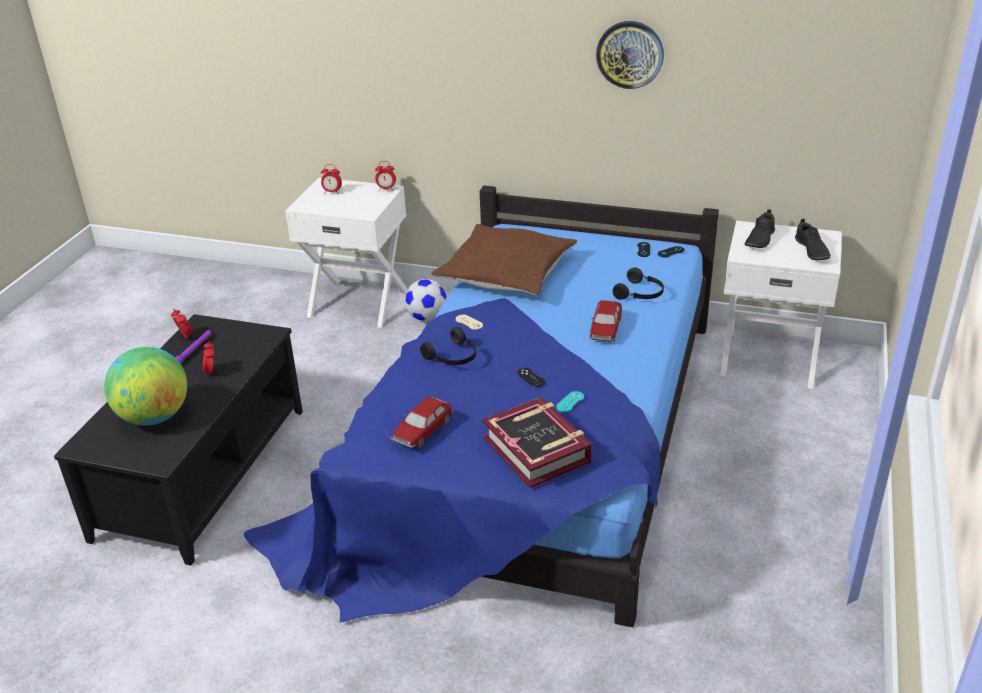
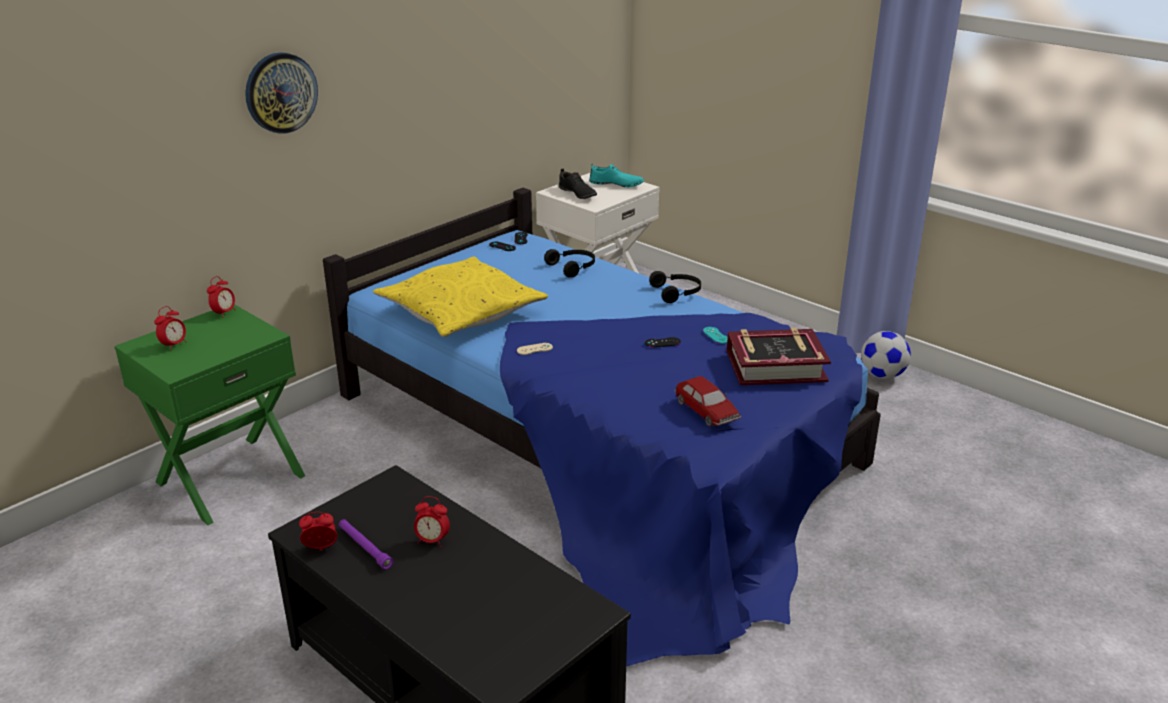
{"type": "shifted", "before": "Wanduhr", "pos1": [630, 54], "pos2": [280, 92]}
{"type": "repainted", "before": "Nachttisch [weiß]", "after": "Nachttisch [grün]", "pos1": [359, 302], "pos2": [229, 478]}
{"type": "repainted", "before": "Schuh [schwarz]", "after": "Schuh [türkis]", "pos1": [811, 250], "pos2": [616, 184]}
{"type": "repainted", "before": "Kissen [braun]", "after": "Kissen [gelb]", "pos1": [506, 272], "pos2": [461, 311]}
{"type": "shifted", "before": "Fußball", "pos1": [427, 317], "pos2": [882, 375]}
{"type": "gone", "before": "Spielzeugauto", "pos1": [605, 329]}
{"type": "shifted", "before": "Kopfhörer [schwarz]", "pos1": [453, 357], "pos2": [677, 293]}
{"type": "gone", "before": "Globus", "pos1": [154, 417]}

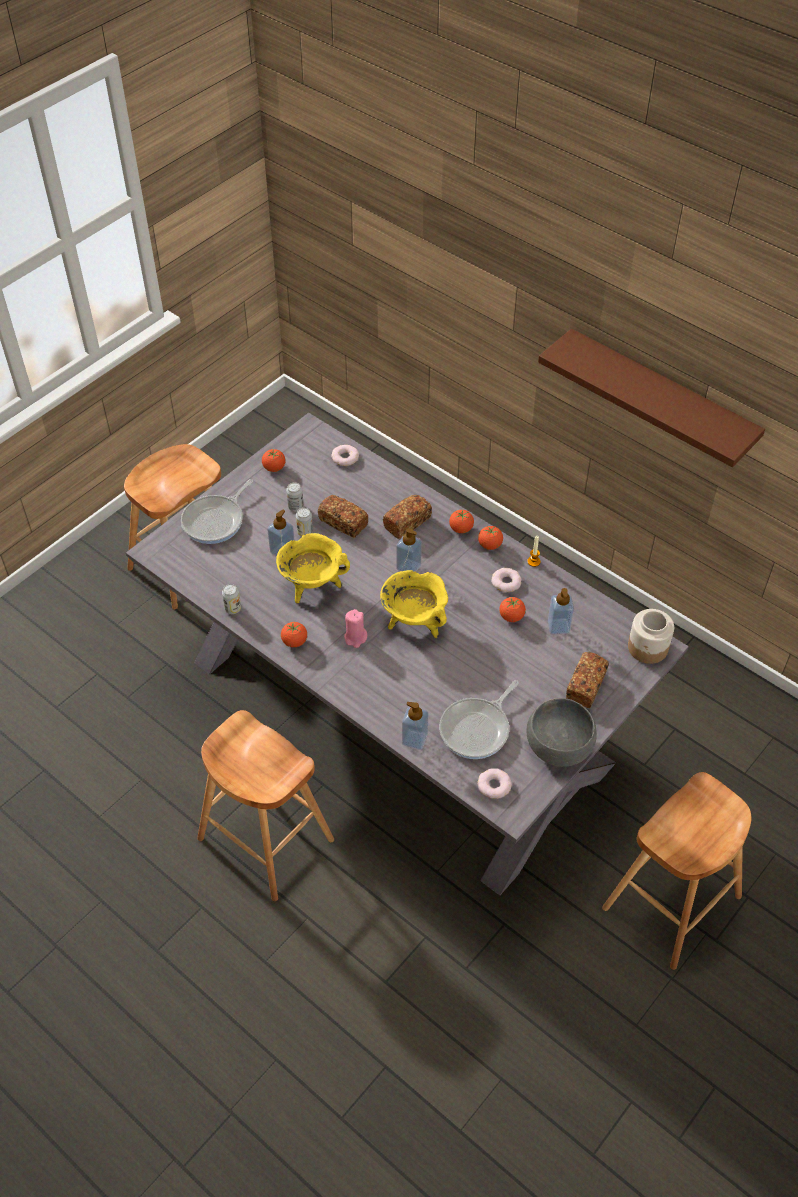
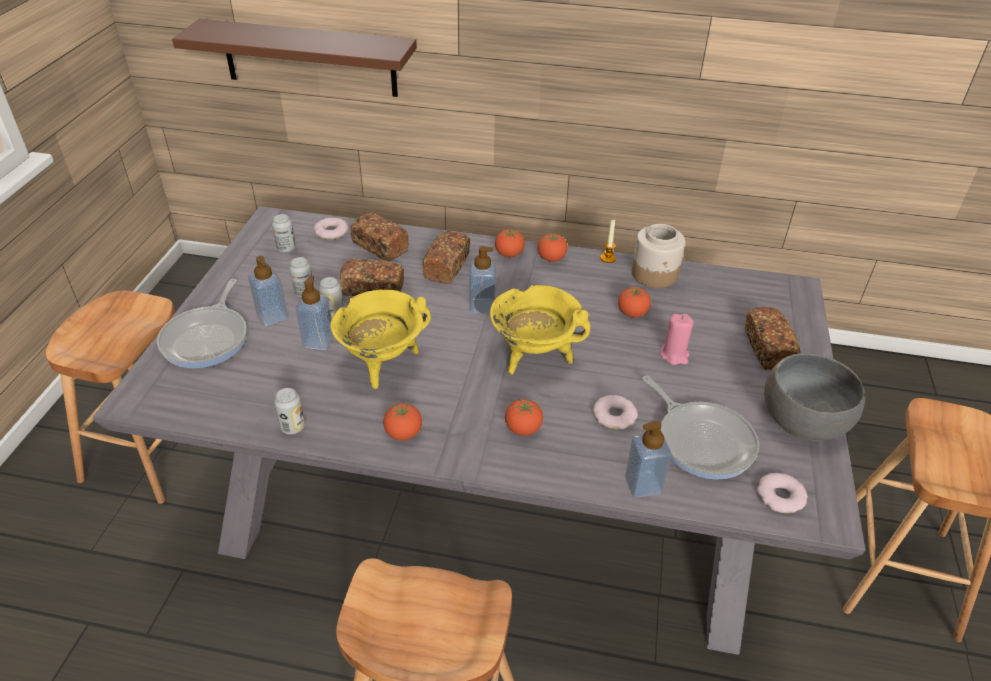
{"type": "shifted", "before": "Wandregal [braun]", "pos1": [660, 399], "pos2": [309, 58]}
{"type": "shifted", "before": "Tomate", "pos1": [274, 468], "pos2": [523, 429]}
{"type": "shifted", "before": "Donut", "pos1": [506, 582], "pos2": [614, 416]}
{"type": "shifted", "before": "Seifenspender", "pos1": [558, 626], "pos2": [272, 317]}
{"type": "shifted", "before": "Kerze [rosa]", "pos1": [355, 638], "pos2": [674, 355]}
{"type": "shifted", "before": "Vorratsglas", "pos1": [648, 648], "pos2": [655, 274]}
{"type": "rotated", "before": "Pfanne", "pos1": [477, 729], "pos2": [702, 440], "turn": -45}
{"type": "new", "after": "Brot", "pos2": [380, 247]}
{"type": "new", "after": "Dose", "pos2": [286, 248]}

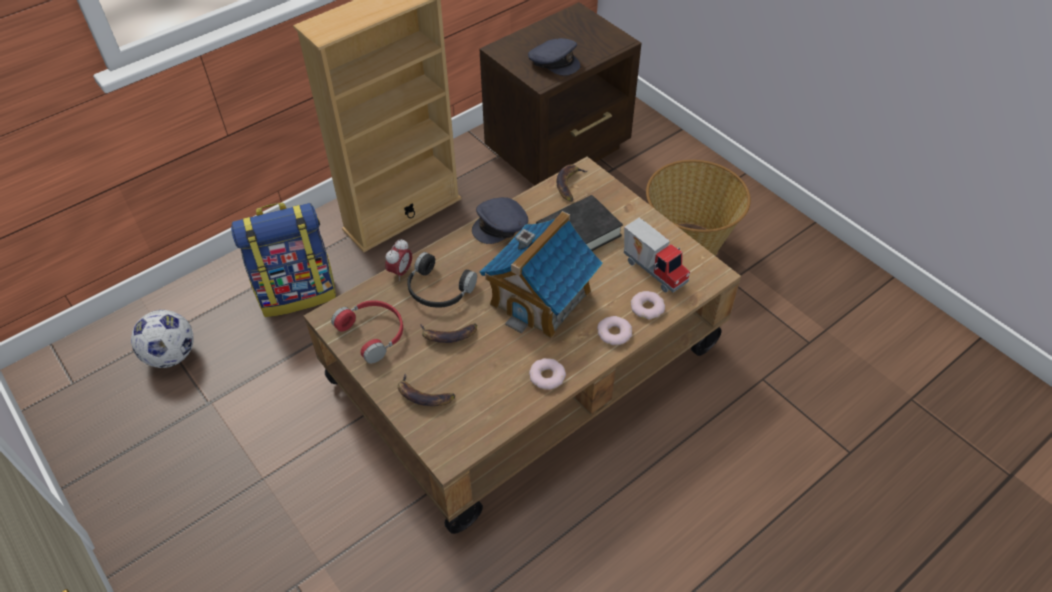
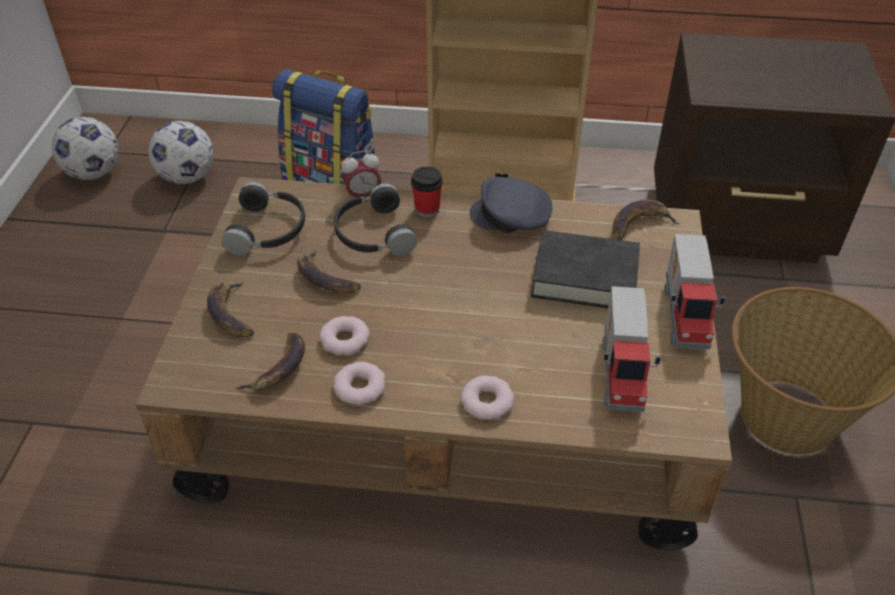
{"type": "gone", "before": "Kappe [grau]", "pos1": [554, 62]}
{"type": "gone", "before": "Spielzeughaus", "pos1": [541, 298]}
{"type": "shifted", "before": "Donut", "pos1": [647, 308], "pos2": [345, 340]}
{"type": "repainted", "before": "Kopfhörer [rot]", "after": "Kopfhörer [schwarz]", "pos1": [374, 333], "pos2": [269, 230]}
{"type": "new", "after": "Fußball", "pos2": [94, 173]}
{"type": "new", "after": "Tasse", "pos2": [427, 209]}
{"type": "new", "after": "Spielzeuglaster", "pos2": [687, 316]}
{"type": "new", "after": "Banane", "pos2": [279, 368]}

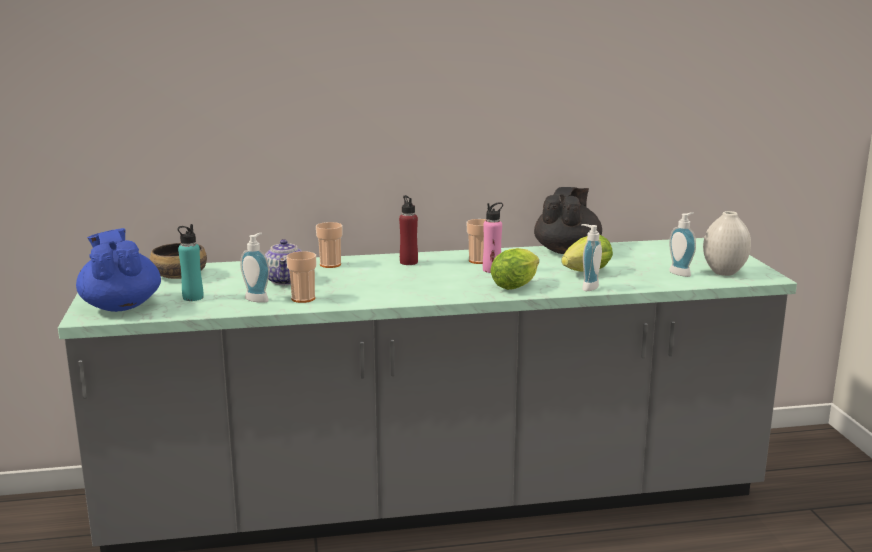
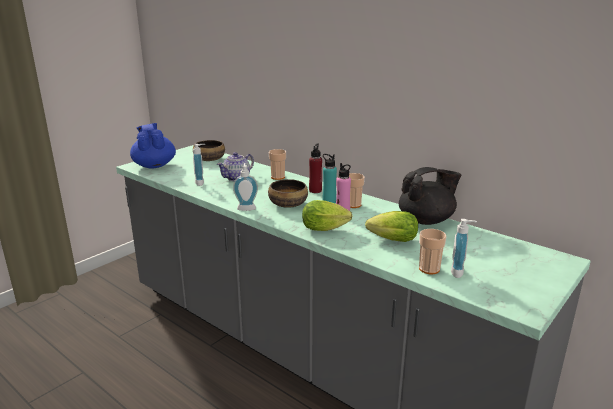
{"type": "gone", "before": "Vase [weiß]", "pos1": [724, 272]}
{"type": "shifted", "before": "Flasche [türkis]", "pos1": [193, 297], "pos2": [329, 202]}
{"type": "shifted", "before": "Seifenspender", "pos1": [587, 287], "pos2": [246, 208]}
{"type": "rotated", "before": "Teekanne [blau]", "pos1": [121, 306], "pos2": [154, 165], "turn": -45}
{"type": "shifted", "before": "Tasse", "pos1": [303, 298], "pos2": [429, 269]}
{"type": "new", "after": "Schüssel", "pos2": [288, 204]}

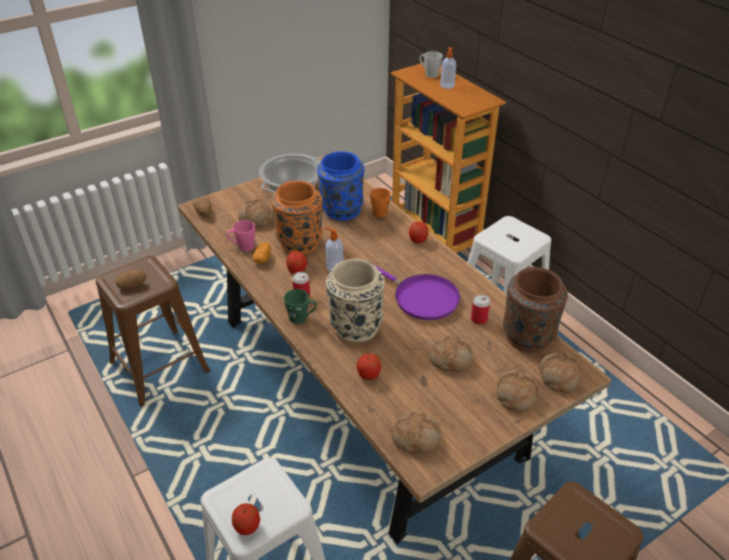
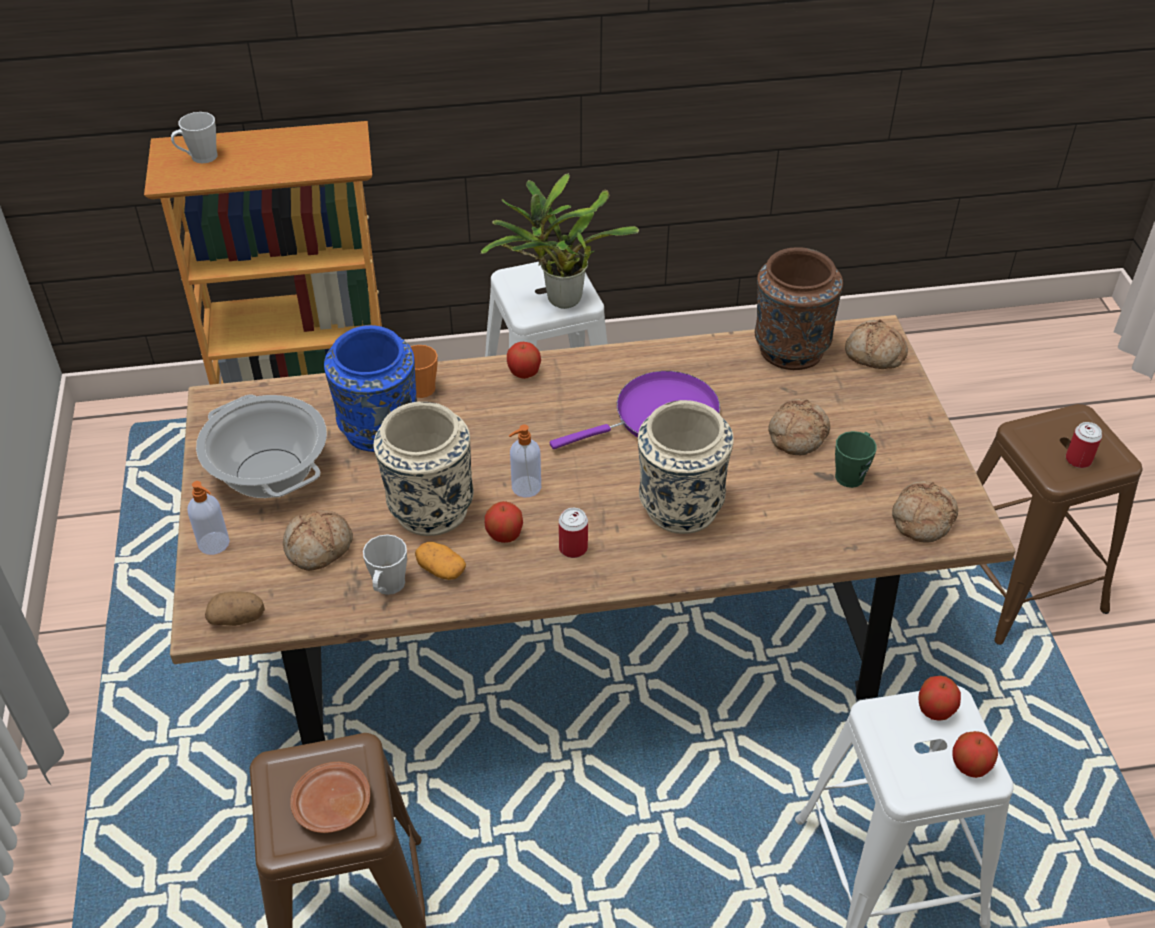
{"type": "shifted", "before": "Seifenspender", "pos1": [447, 86], "pos2": [215, 544]}
{"type": "repainted", "before": "Vase [orange]", "after": "Vase [beige]", "pos1": [299, 242], "pos2": [429, 509]}
{"type": "repainted", "before": "Henkelbecher [rosa]", "after": "Henkelbecher [grau]", "pos1": [243, 247], "pos2": [387, 587]}
{"type": "swapped", "before": "Kartoffel", "after": "Teller [braun]", "pos1": [132, 285], "pos2": [332, 806]}
{"type": "shifted", "before": "Henkelbecher [grün]", "pos1": [301, 318], "pos2": [852, 473]}
{"type": "shifted", "before": "Dose", "pos1": [479, 319], "pos2": [1078, 460]}
{"type": "shifted", "before": "Apfel", "pos1": [368, 375], "pos2": [935, 710]}
{"type": "gone", "before": "Brot", "pos1": [515, 395]}
{"type": "new", "after": "Topfpflanze", "pos2": [558, 299]}

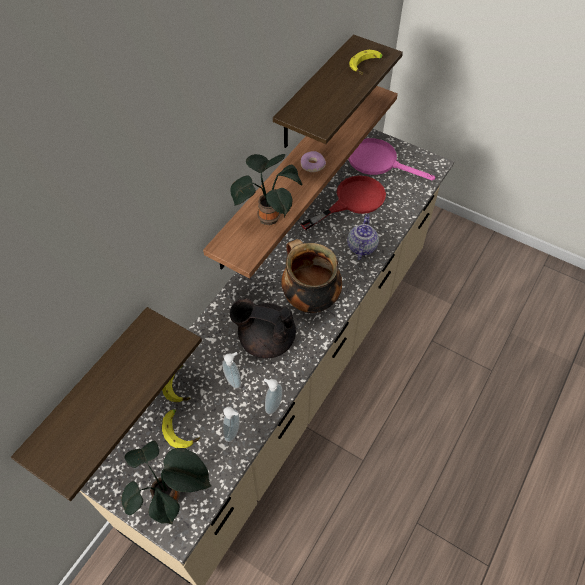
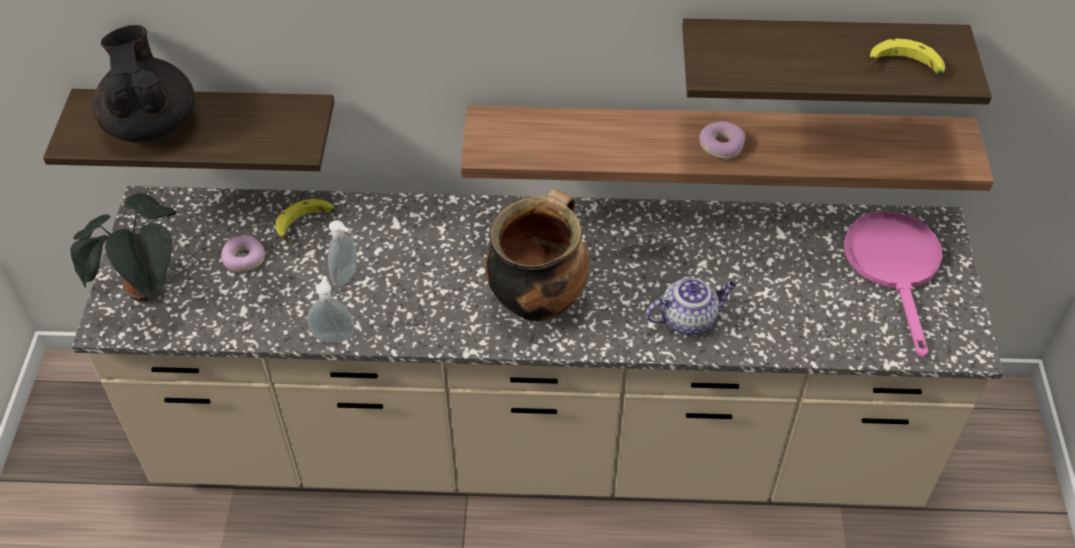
{"type": "gone", "before": "Topfpflanze", "pos1": [269, 216]}
{"type": "gone", "before": "Pfanne [rot]", "pos1": [352, 201]}
{"type": "shifted", "before": "Teekanne [schwarz]", "pos1": [266, 340], "pos2": [151, 123]}
{"type": "gone", "before": "Seifenspender", "pos1": [234, 432]}
{"type": "swapped", "before": "Banane", "after": "Donut", "pos1": [181, 430], "pos2": [243, 259]}

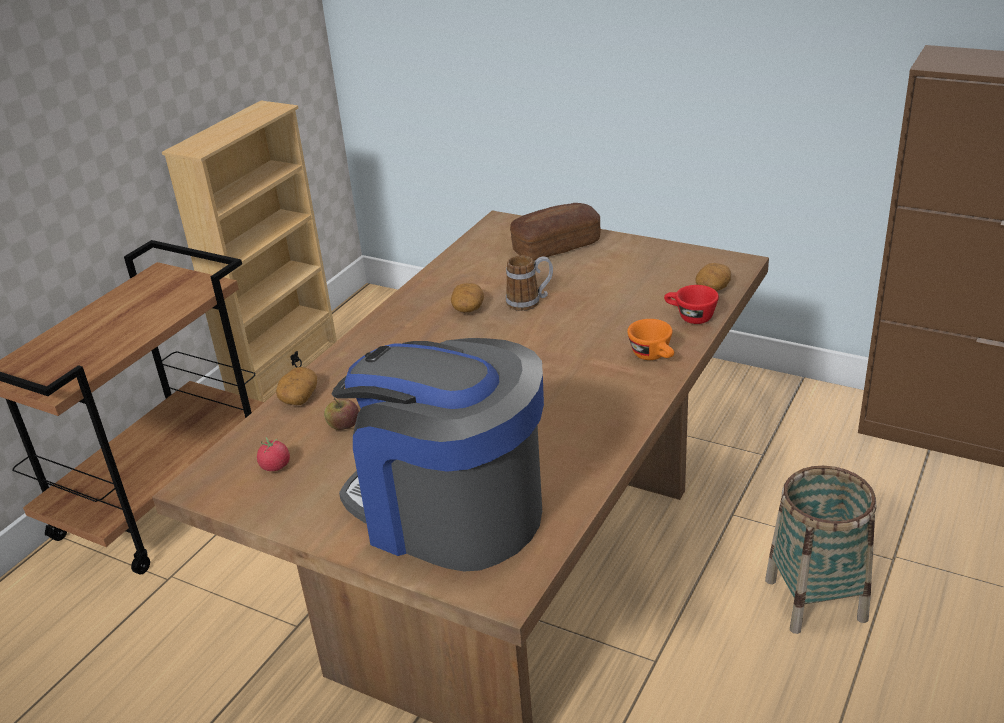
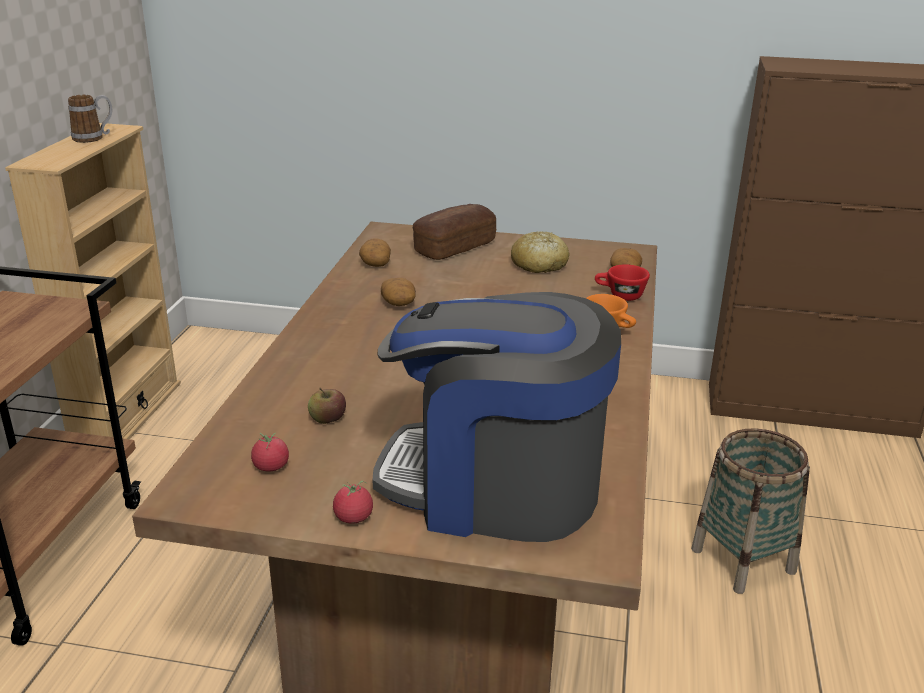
{"type": "shifted", "before": "Henkelbecher", "pos1": [530, 301], "pos2": [94, 138]}
{"type": "shifted", "before": "Kartoffel", "pos1": [299, 397], "pos2": [375, 263]}
{"type": "new", "after": "Brot", "pos2": [539, 265]}
{"type": "new", "after": "Tomate", "pos2": [353, 517]}

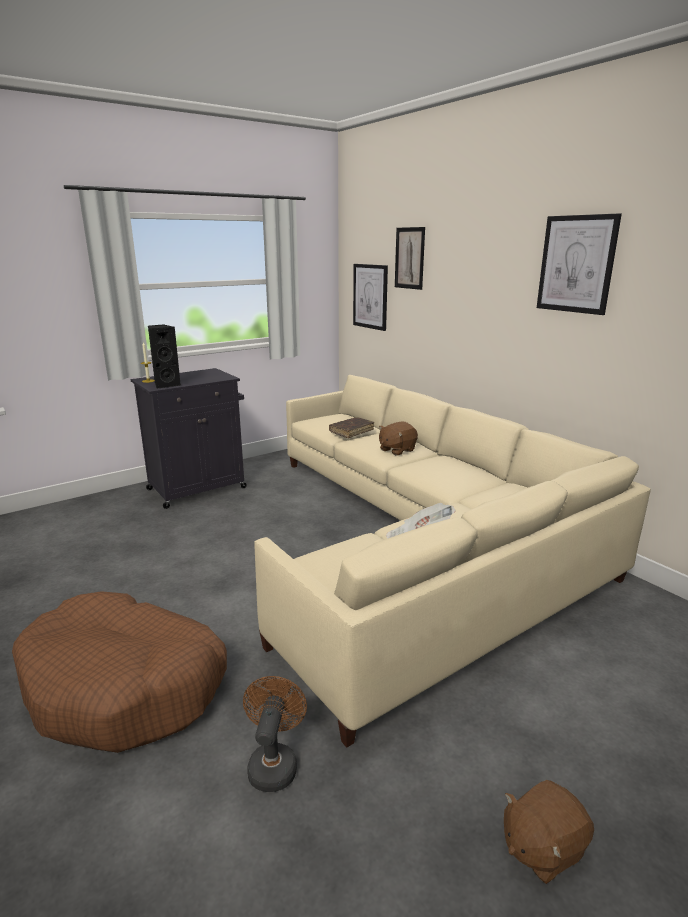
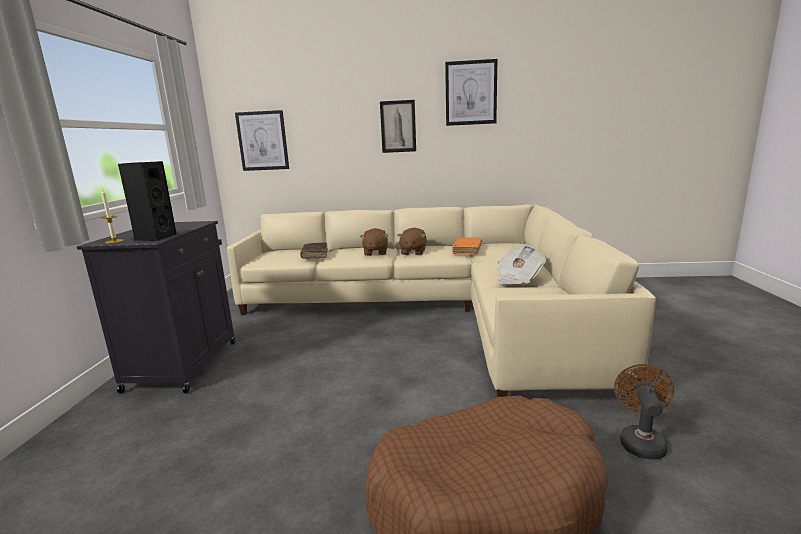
{"type": "shifted", "before": "Bild", "pos1": [409, 258], "pos2": [398, 126]}
{"type": "rotated", "before": "Ventilator [braun]", "pos1": [274, 763], "pos2": [640, 441], "turn": 60}
{"type": "shifted", "before": "Plüschtier [braun]", "pos1": [542, 847], "pos2": [413, 252]}
{"type": "new", "after": "Buch [orange]", "pos2": [467, 250]}

